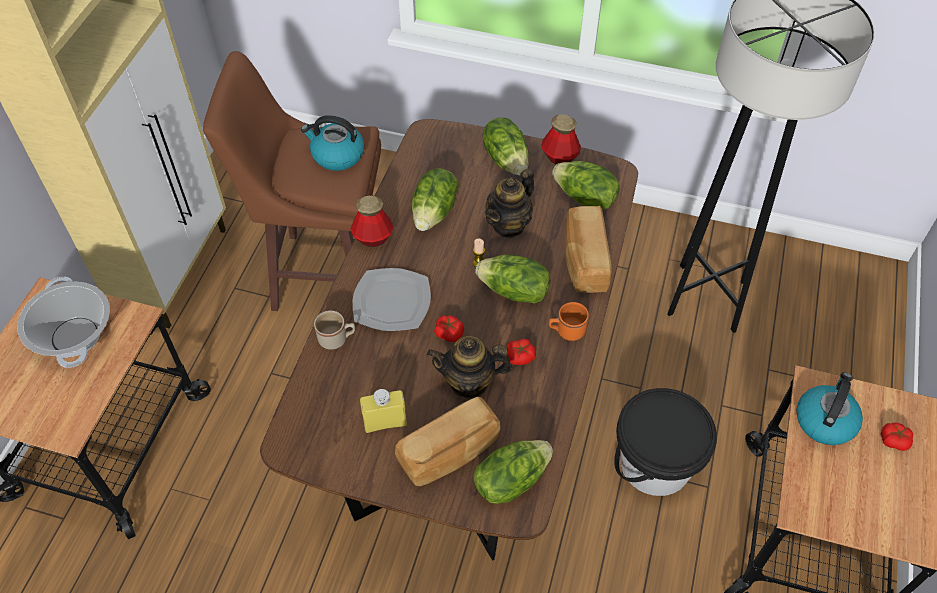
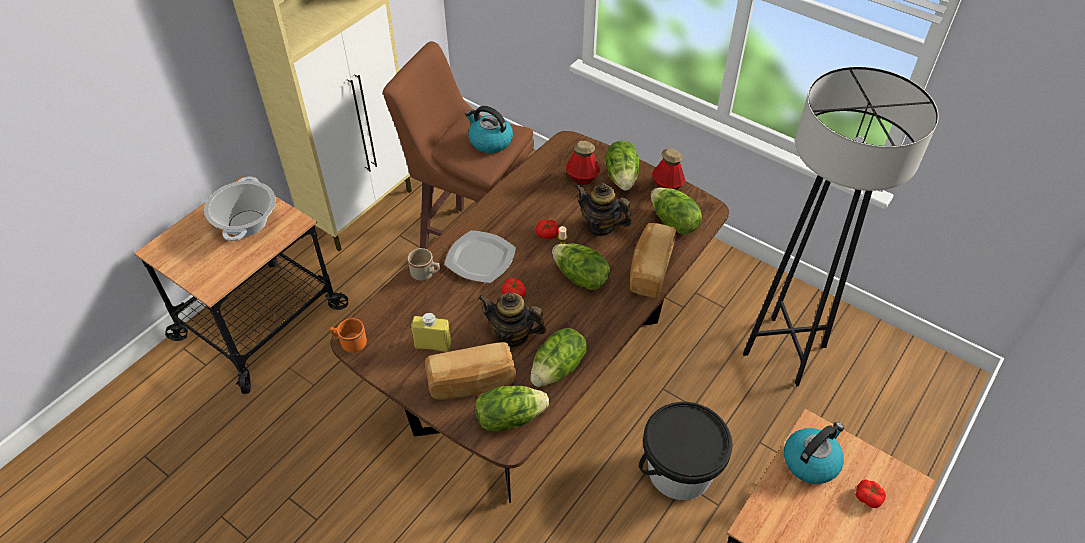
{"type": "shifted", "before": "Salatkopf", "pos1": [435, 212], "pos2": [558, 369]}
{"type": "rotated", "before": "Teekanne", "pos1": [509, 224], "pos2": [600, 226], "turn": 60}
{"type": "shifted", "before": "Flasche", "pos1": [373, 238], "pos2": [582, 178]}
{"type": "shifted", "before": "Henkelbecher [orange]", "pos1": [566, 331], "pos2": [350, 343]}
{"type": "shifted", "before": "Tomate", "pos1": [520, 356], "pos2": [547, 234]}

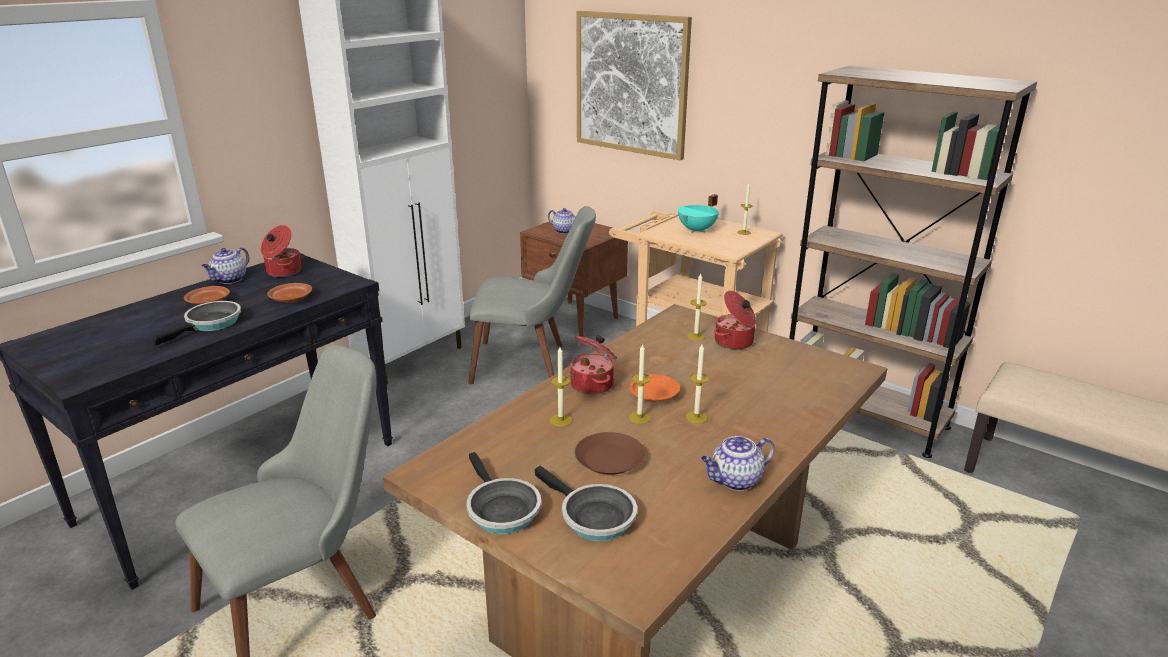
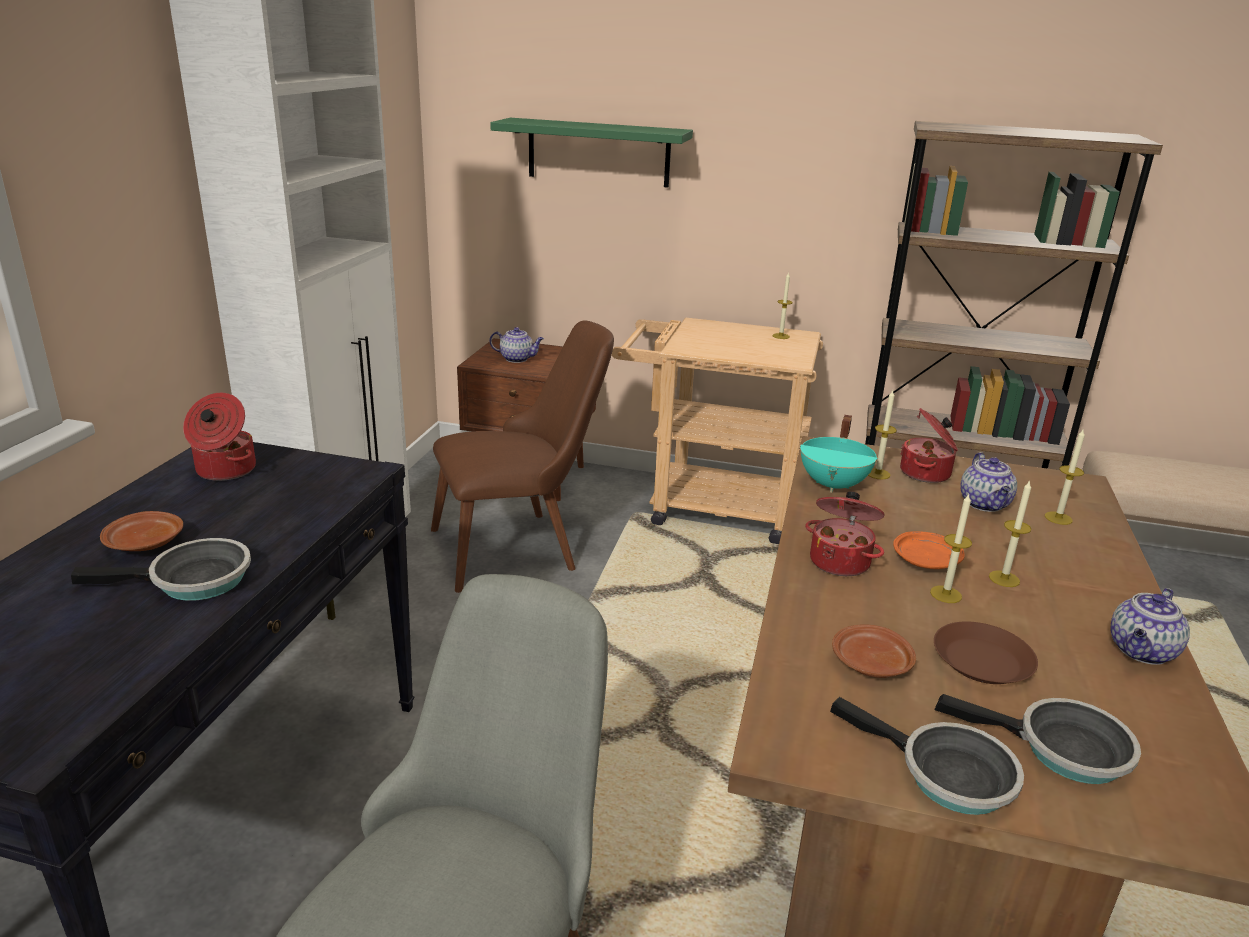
{"type": "swapped", "before": "Bild", "after": "Wandregal [grün]", "pos1": [631, 84], "pos2": [598, 152]}
{"type": "shifted", "before": "Kochtopf [türkis]", "pos1": [697, 230], "pos2": [835, 485]}
{"type": "repainted", "before": "Stuhl [grau]", "after": "Stuhl [braun]", "pos1": [532, 363], "pos2": [521, 546]}
{"type": "shifted", "before": "Teekanne", "pos1": [229, 280], "pos2": [985, 504]}
{"type": "shifted", "before": "Teller [braun]", "pos1": [290, 299], "pos2": [871, 664]}
{"type": "rotated", "before": "Pfanne", "pos1": [210, 324], "pos2": [193, 581], "turn": 75}
{"type": "shifted", "before": "Kerze", "pos1": [561, 420], "pos2": [1058, 518]}

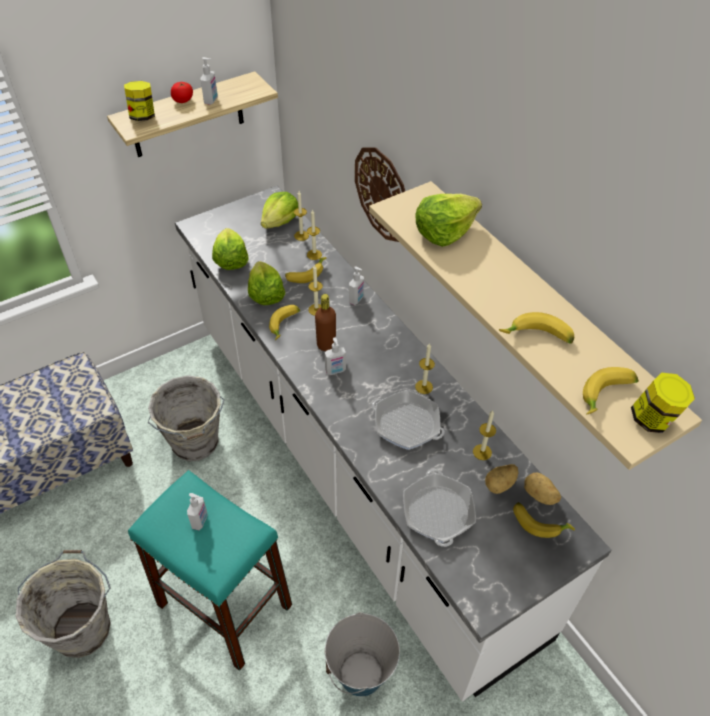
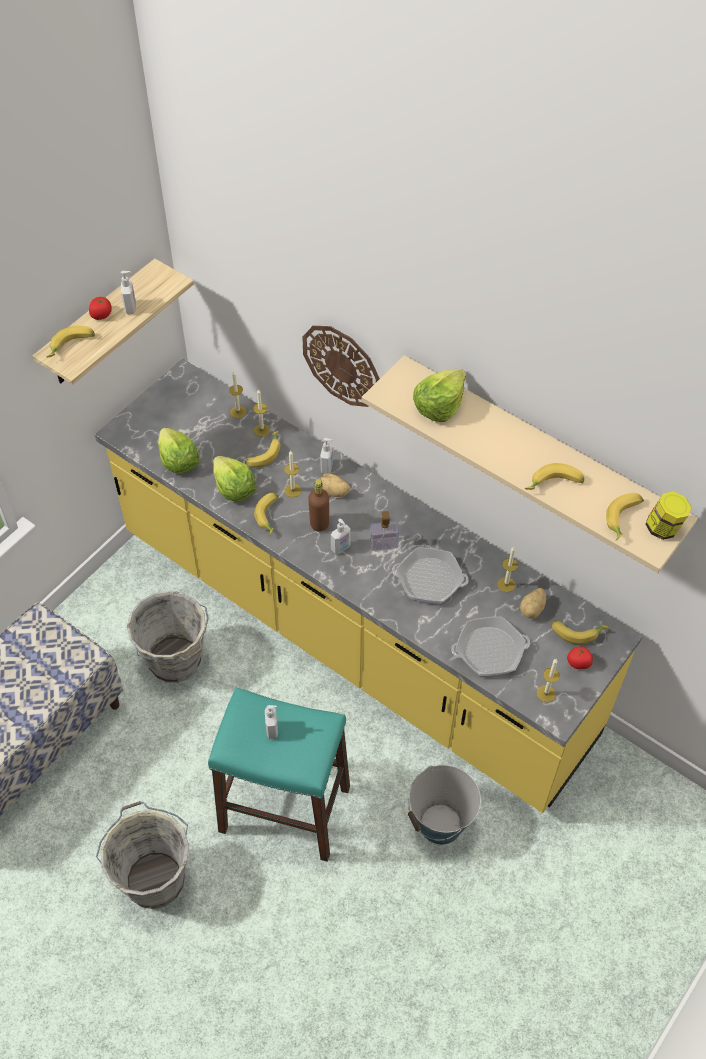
{"type": "swapped", "before": "Vorratsglas", "after": "Banane", "pos1": [143, 116], "pos2": [71, 346]}
{"type": "repainted", "before": "Küchenzeile [weiß]", "after": "Küchenzeile [gelb]", "pos1": [353, 468], "pos2": [352, 635]}
{"type": "gone", "before": "Salatkopf", "pos1": [280, 221]}
{"type": "shifted", "before": "Kerze", "pos1": [424, 387], "pos2": [546, 693]}
{"type": "rotated", "before": "Pfanne", "pos1": [438, 512], "pos2": [489, 650], "turn": -75}
{"type": "shifted", "before": "Kartoffel", "pos1": [539, 495], "pos2": [333, 492]}
{"type": "new", "after": "Seifenspender", "pos2": [384, 544]}
{"type": "new", "after": "Tomate", "pos2": [579, 663]}

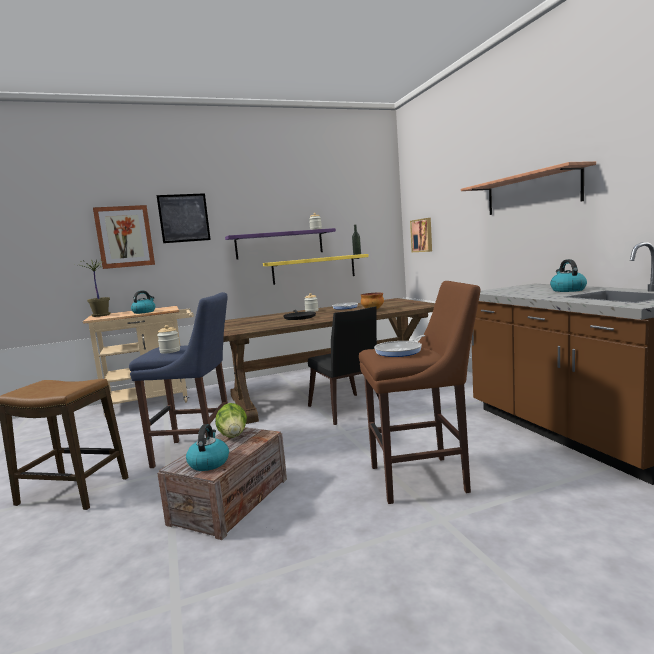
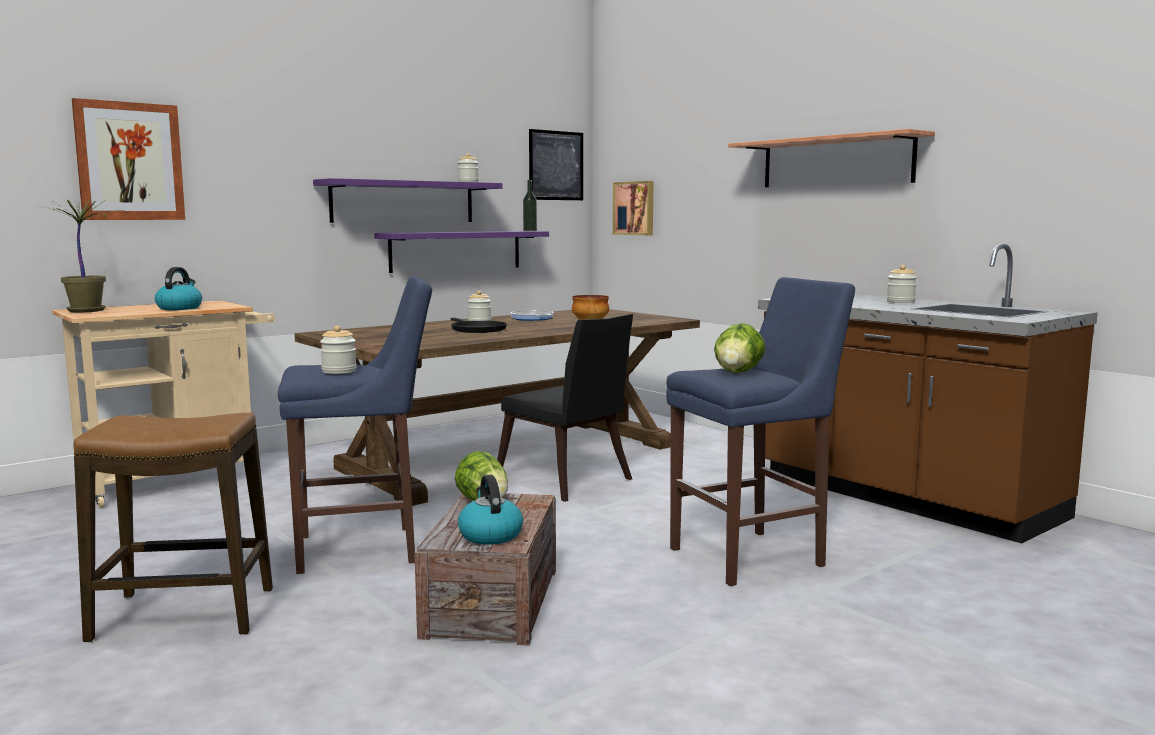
{"type": "shifted", "before": "Bild", "pos1": [184, 218], "pos2": [556, 165]}
{"type": "repainted", "before": "Wandregal [gelb]", "after": "Wandregal [lila]", "pos1": [314, 269], "pos2": [456, 250]}
{"type": "swapped", "before": "Wasserkessel", "after": "Vorratsglas", "pos1": [567, 290], "pos2": [900, 302]}
{"type": "repainted", "before": "Hocker [braun]", "after": "Hocker [blau]", "pos1": [423, 478], "pos2": [753, 556]}
{"type": "swapped", "before": "Pfanne", "after": "Salatkopf", "pos1": [400, 351], "pos2": [738, 372]}

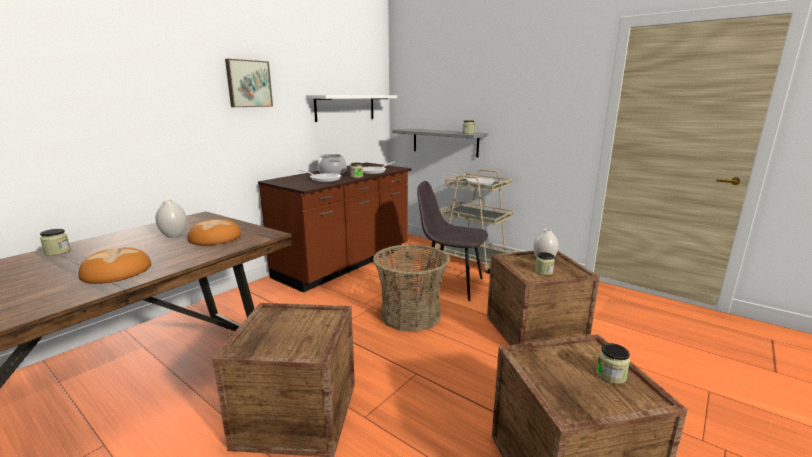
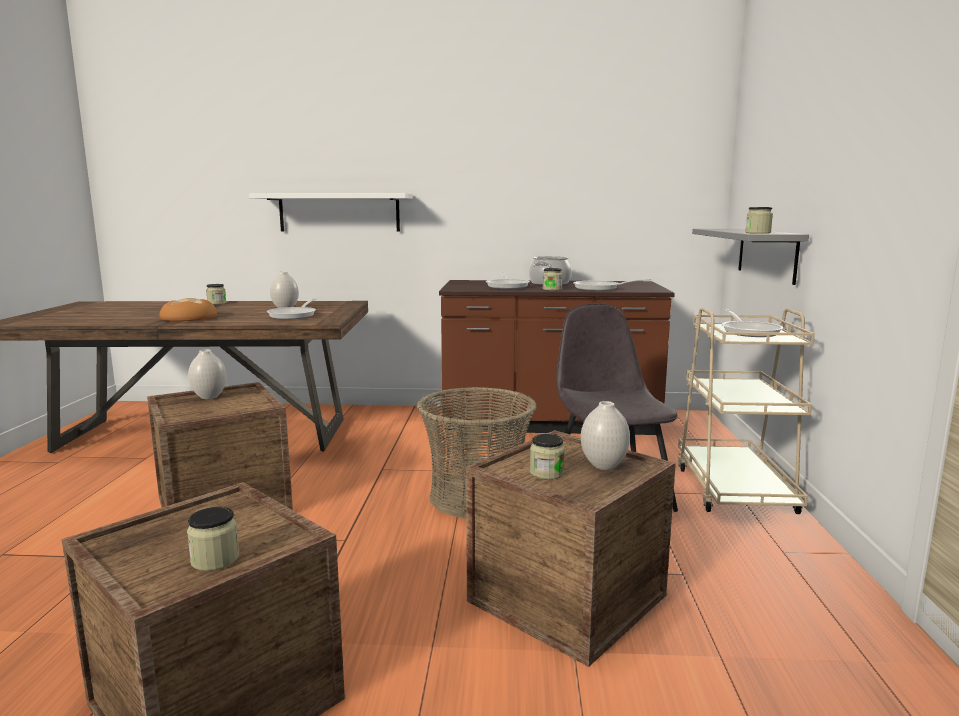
{"type": "gone", "before": "Bild", "pos1": [248, 84]}
{"type": "shifted", "before": "Wandregal [weiß]", "pos1": [345, 107], "pos2": [339, 212]}
{"type": "swapped", "before": "Brot", "after": "Pfanne", "pos1": [215, 238], "pos2": [294, 315]}
{"type": "new", "after": "Vase [weiß]", "pos2": [209, 397]}

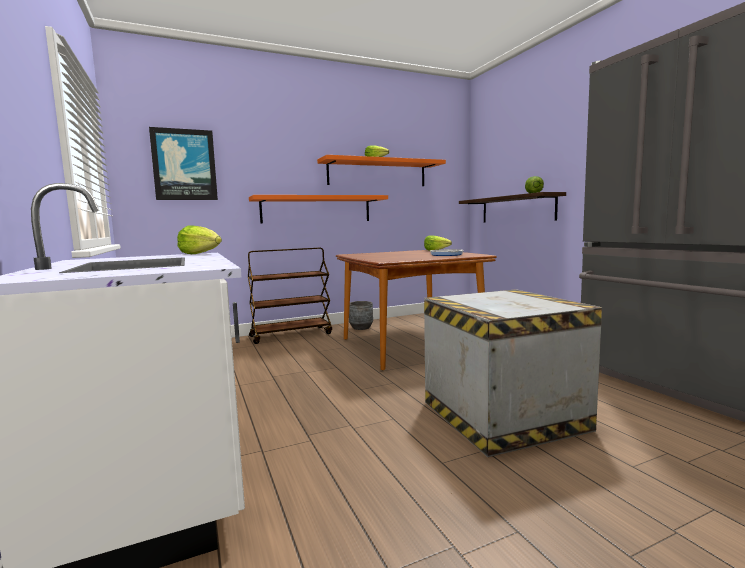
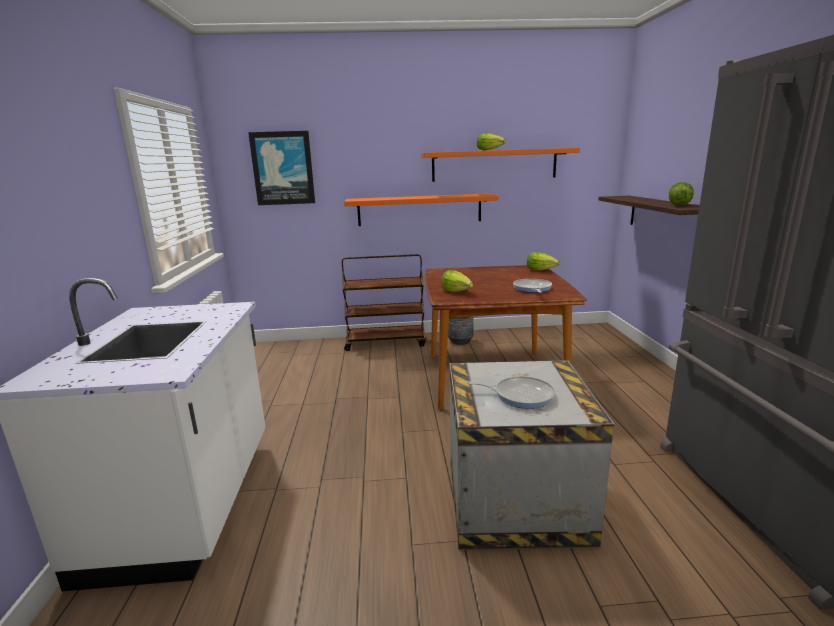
{"type": "shifted", "before": "Salatkopf", "pos1": [201, 254], "pos2": [457, 291]}
{"type": "new", "after": "Pfanne", "pos2": [520, 395]}

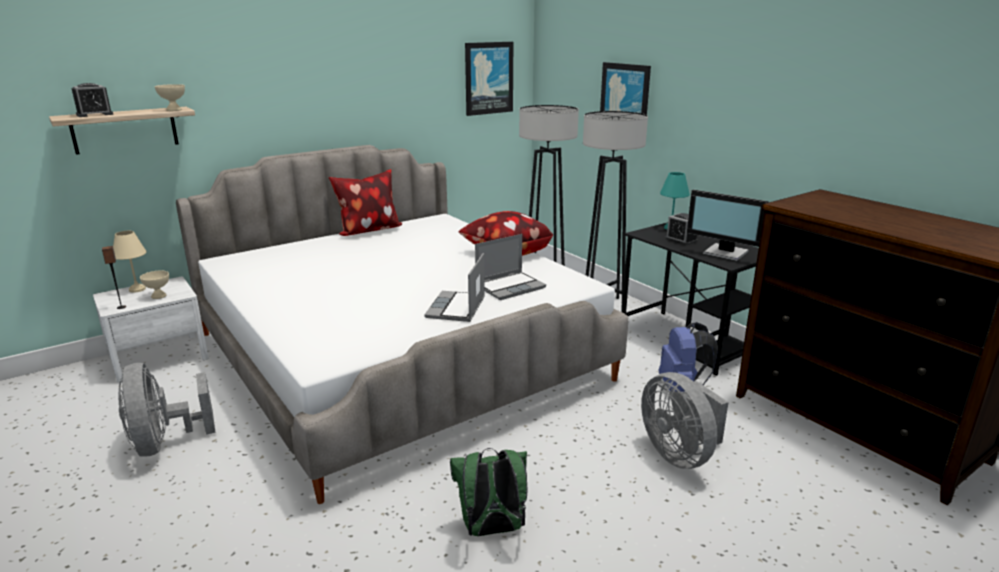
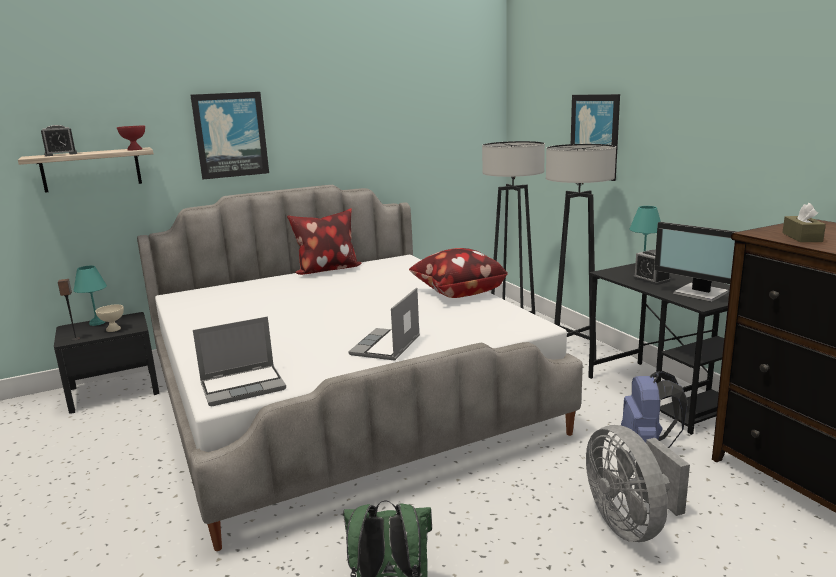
{"type": "shifted", "before": "Bild", "pos1": [488, 78], "pos2": [230, 135]}
{"type": "repainted", "before": "Schüssel [beige]", "after": "Schüssel [rot]", "pos1": [174, 110], "pos2": [135, 149]}
{"type": "repainted", "before": "Tischlampe [beige]", "after": "Tischlampe [türkis]", "pos1": [136, 289], "pos2": [96, 323]}
{"type": "shifted", "before": "Laptop", "pos1": [510, 287], "pos2": [244, 386]}
{"type": "repainted", "before": "Nachttisch [weiß]", "after": "Nachttisch [schwarz]", "pos1": [158, 357], "pos2": [114, 391]}
{"type": "gone", "before": "Ventilator [grau]", "pos1": [165, 443]}
{"type": "new", "after": "Taschentuchbox [braun]", "pos2": [802, 237]}

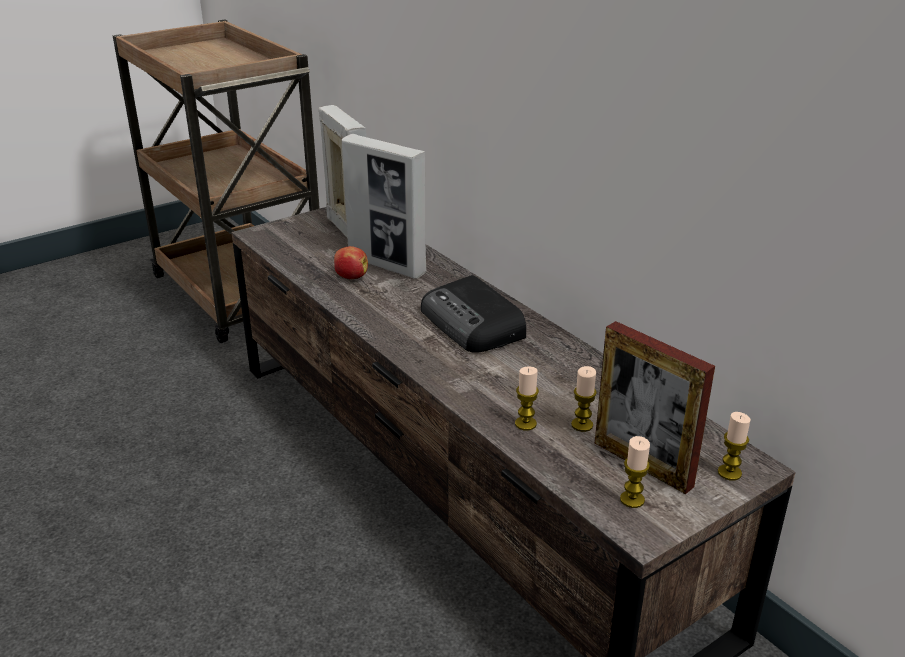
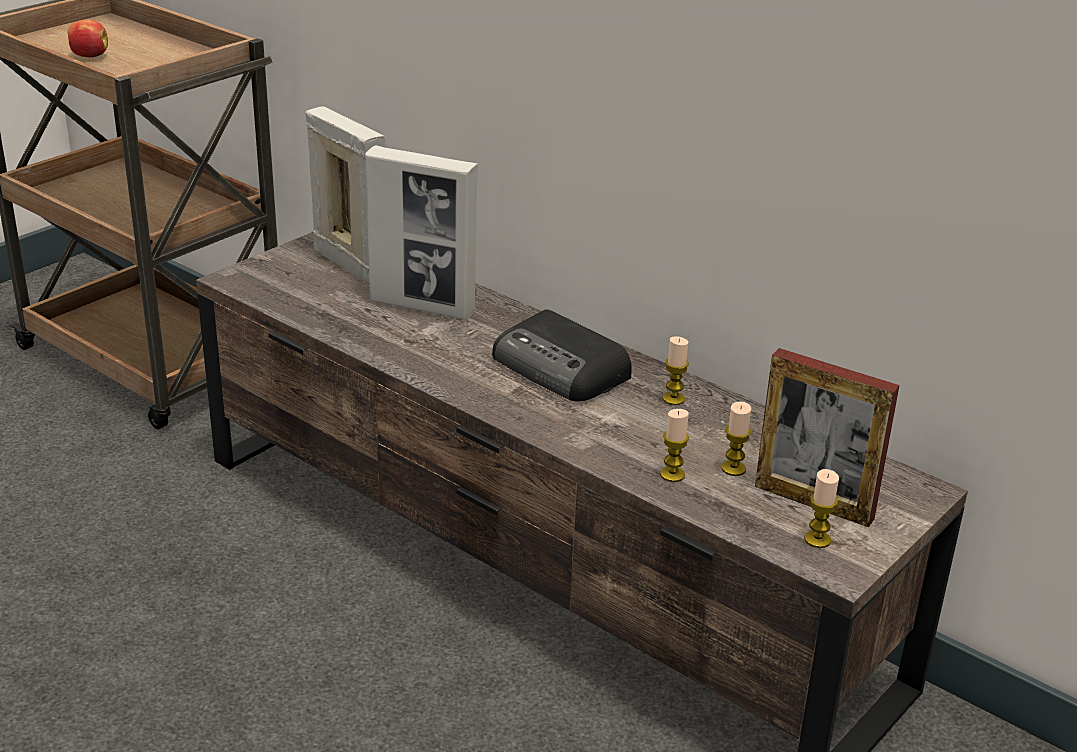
{"type": "shifted", "before": "Apfel", "pos1": [350, 277], "pos2": [89, 56]}
{"type": "shifted", "before": "Kerze", "pos1": [729, 473], "pos2": [673, 399]}

